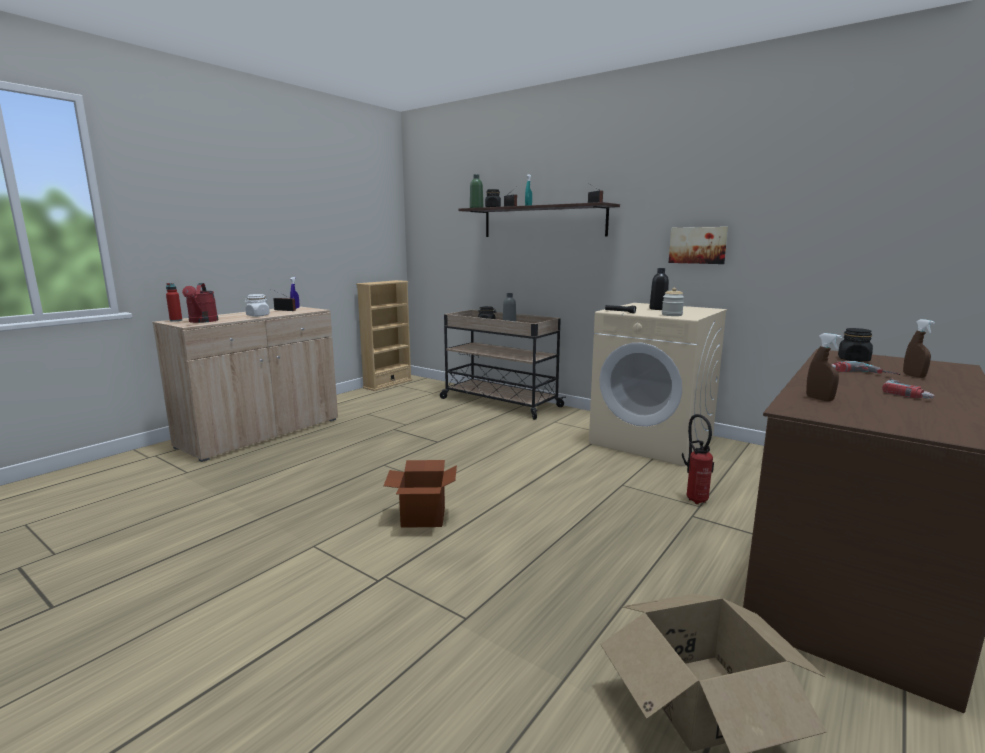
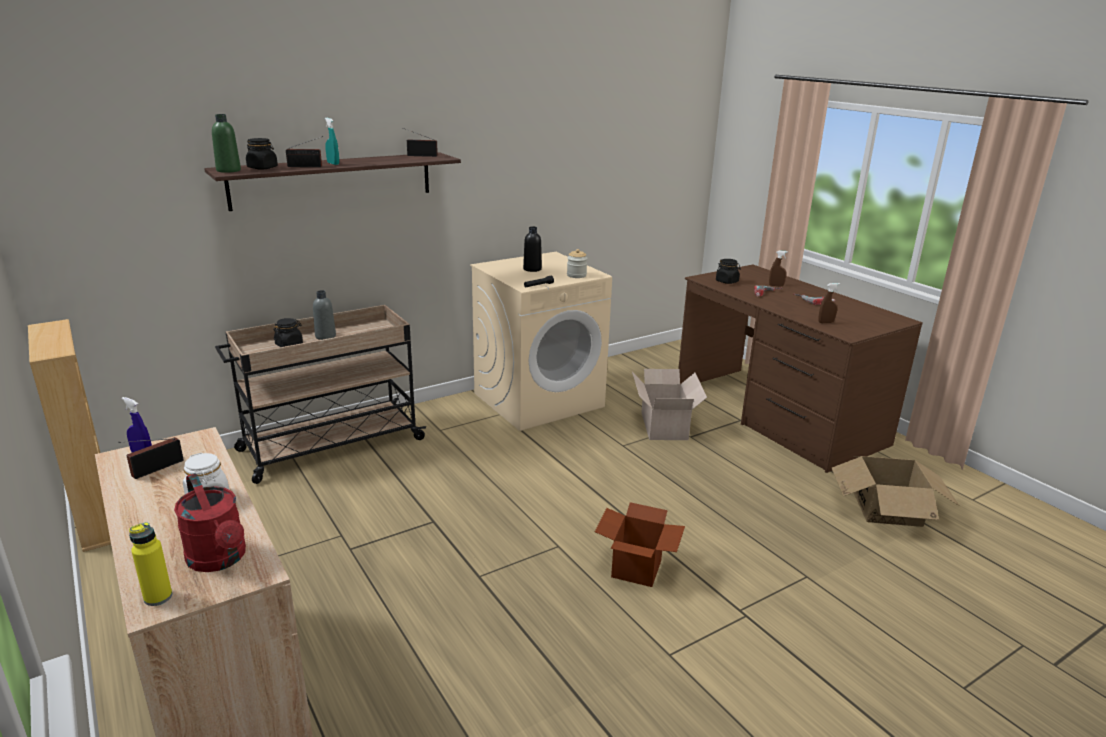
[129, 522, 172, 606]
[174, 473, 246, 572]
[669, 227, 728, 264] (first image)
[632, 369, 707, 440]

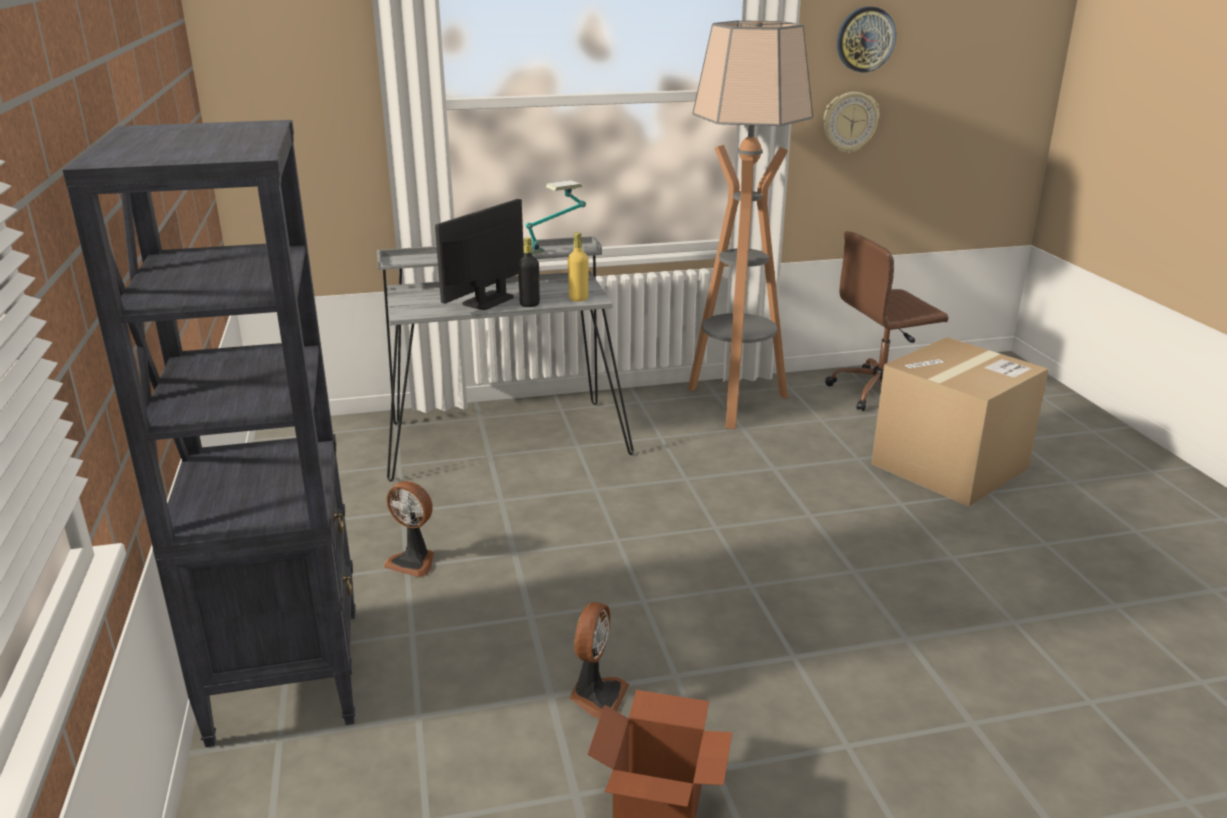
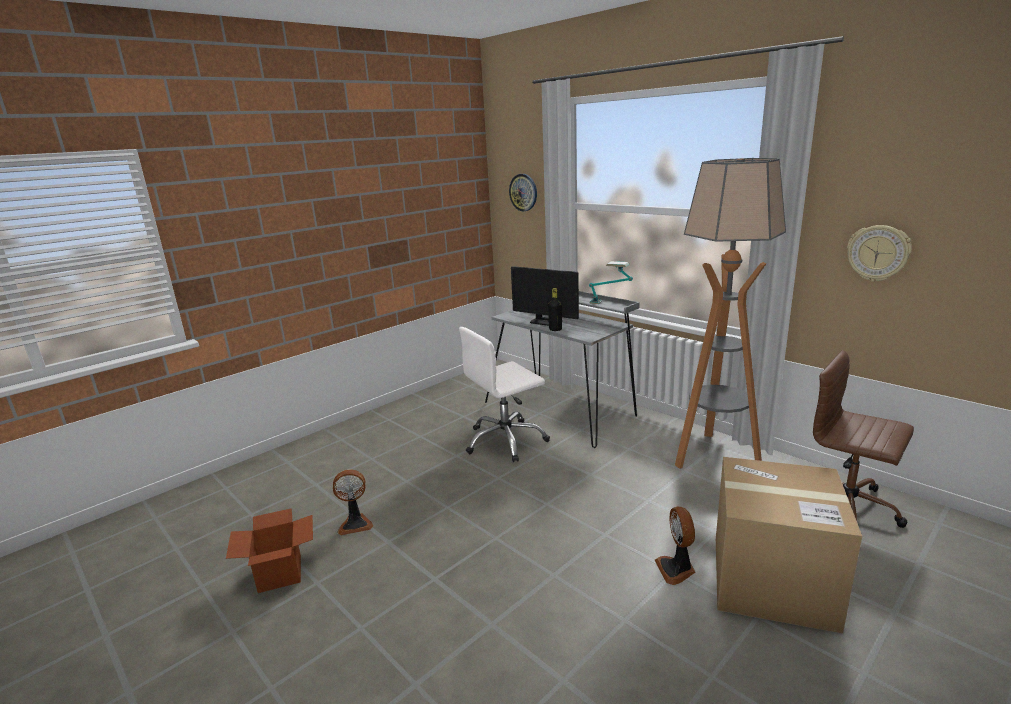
[63, 120, 356, 747] (first image)
[655, 507, 696, 585]
[511, 266, 579, 326]
[568, 233, 588, 302] (first image)
[509, 174, 537, 211]
[459, 327, 550, 462]

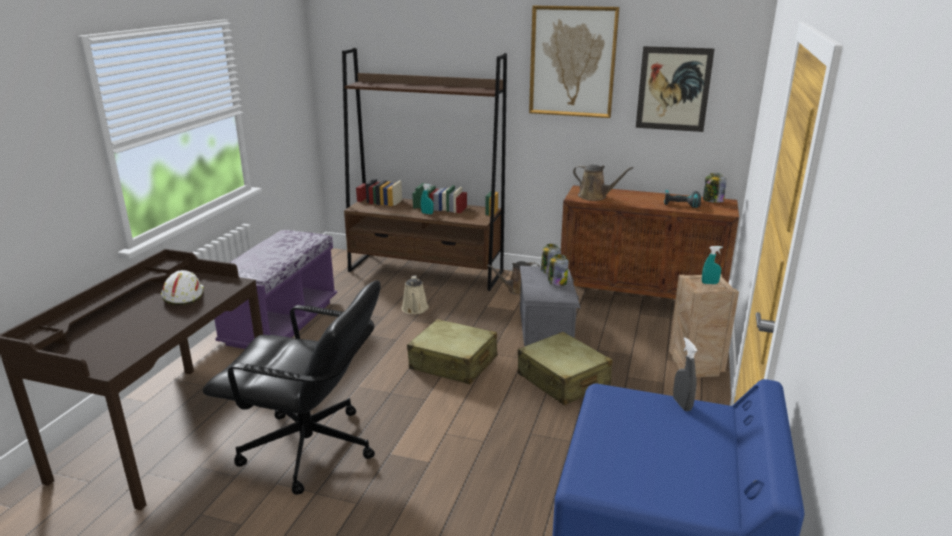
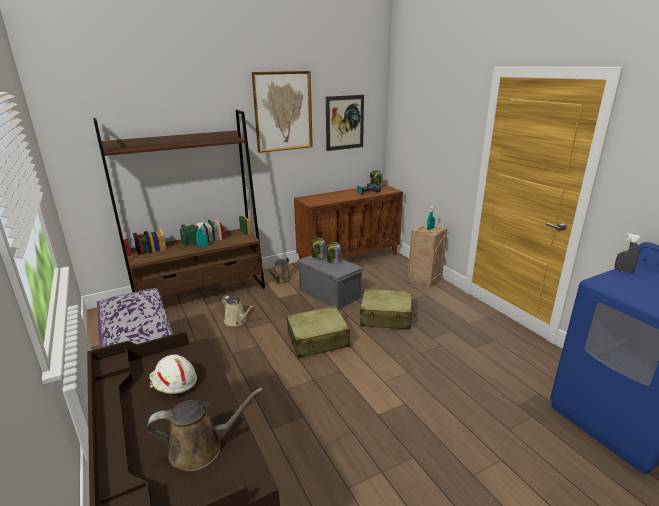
[203, 280, 381, 495] (first image)
[147, 388, 263, 471]

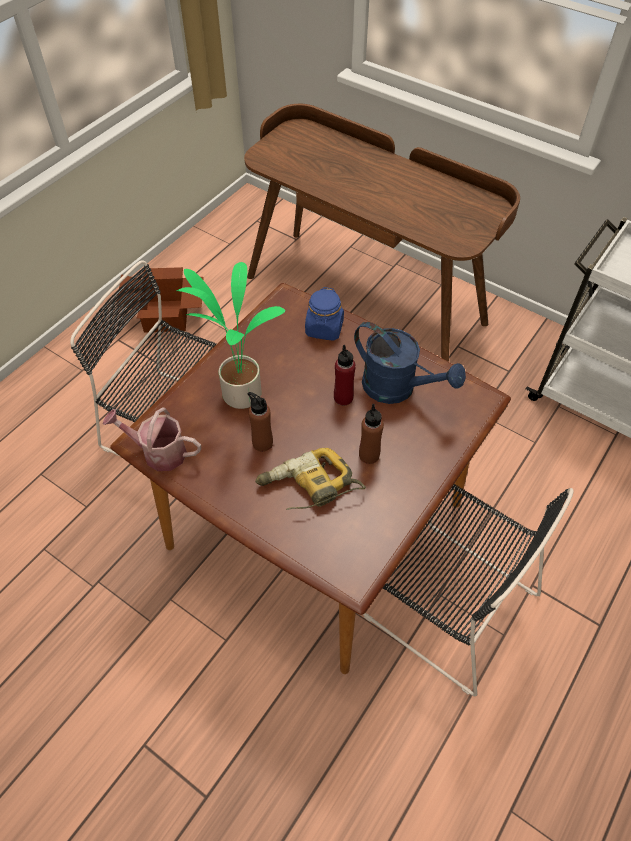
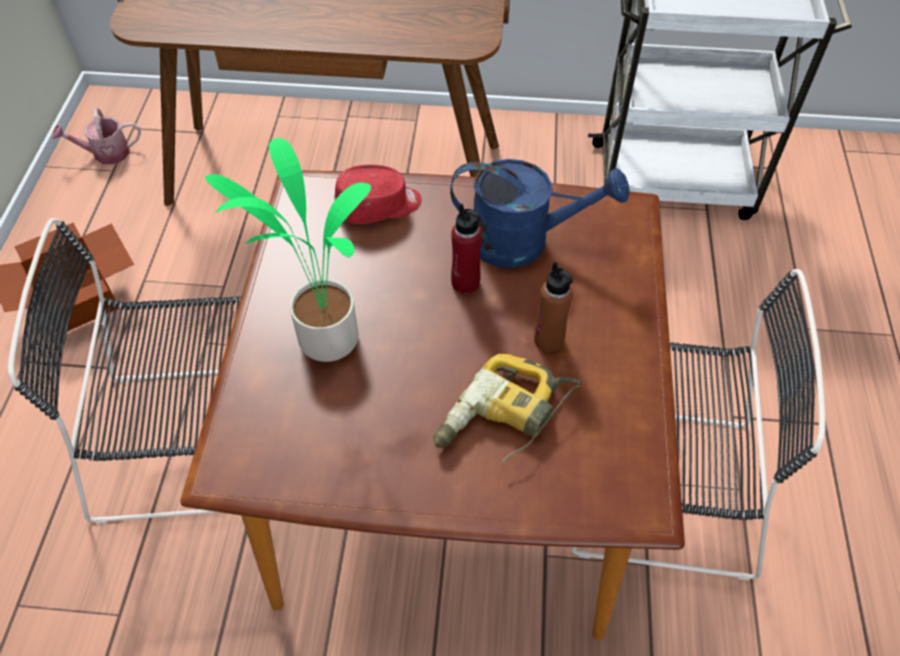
[52, 108, 141, 164]
[248, 392, 273, 452] (first image)
[334, 165, 422, 224]

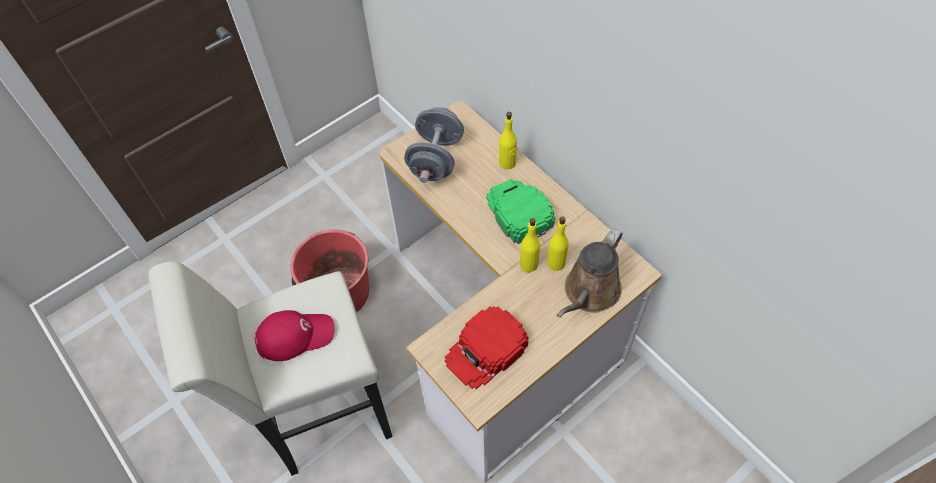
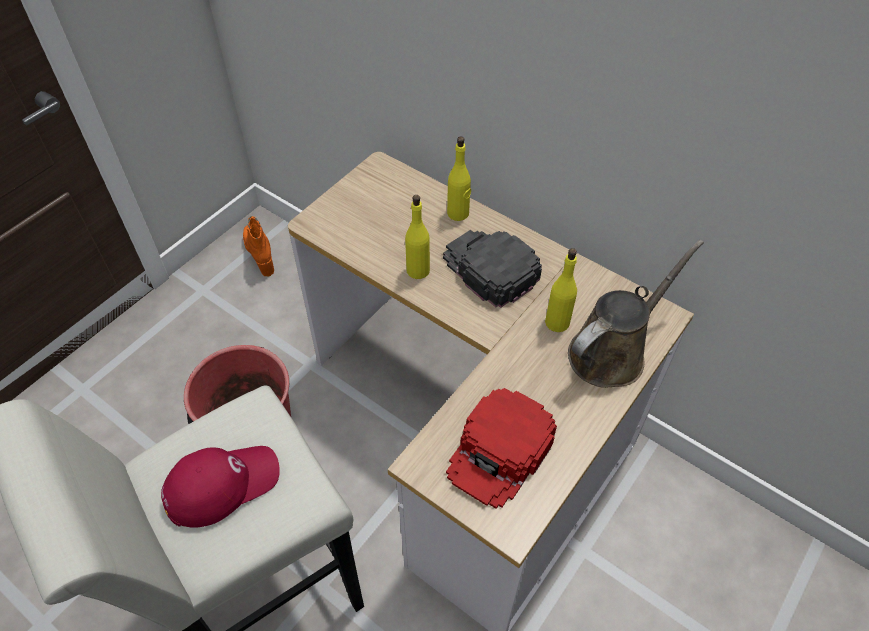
[404, 107, 464, 183] (first image)
[443, 230, 542, 308]
[405, 195, 430, 279]
[568, 240, 704, 388]
[243, 216, 274, 276]

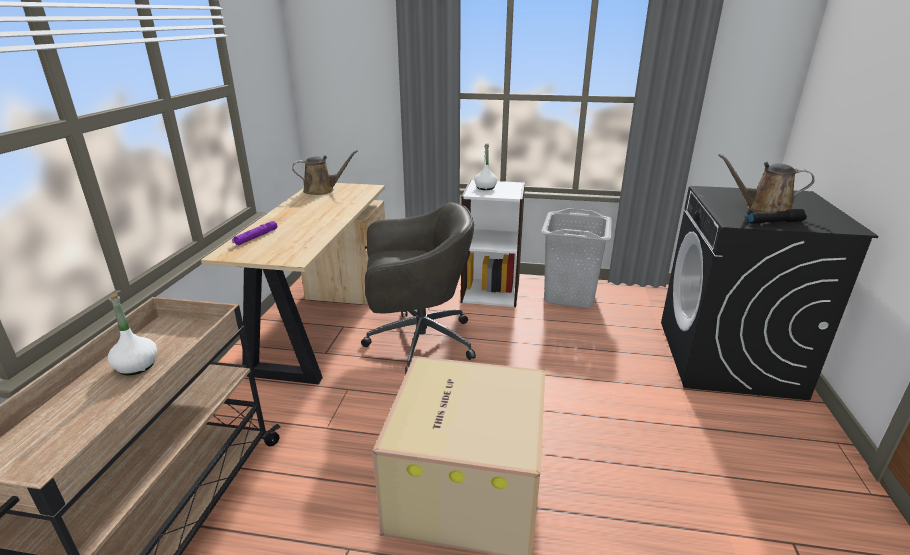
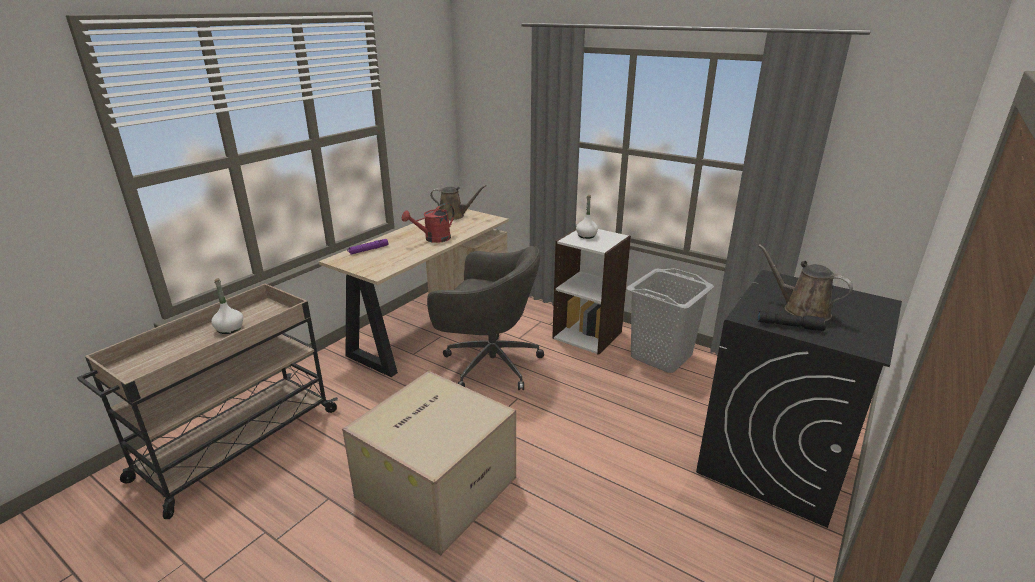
[402, 203, 454, 243]

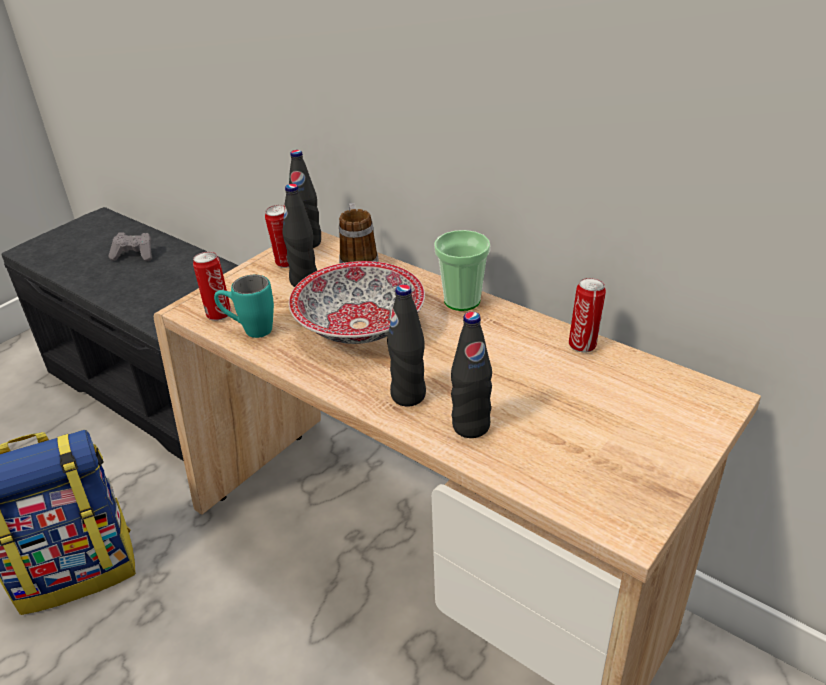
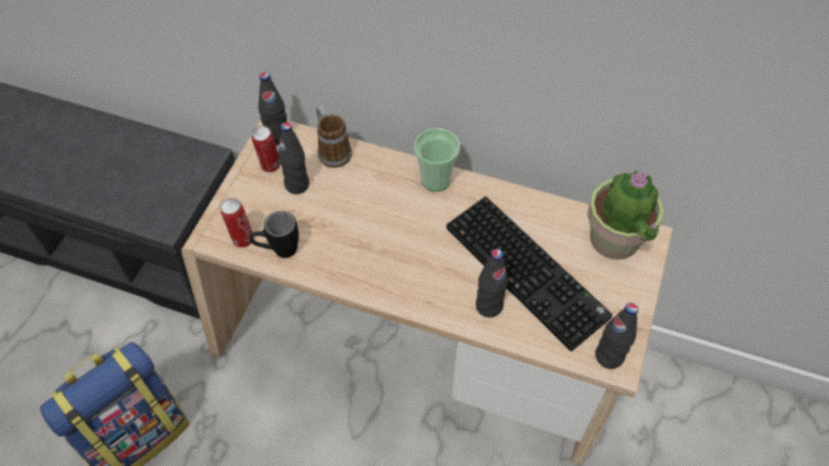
[109, 233, 152, 261] (first image)
[249, 211, 299, 258]
[289, 261, 425, 344] (first image)
[595, 303, 638, 369]
[569, 278, 606, 353] (first image)
[446, 196, 612, 351]
[587, 171, 664, 260]

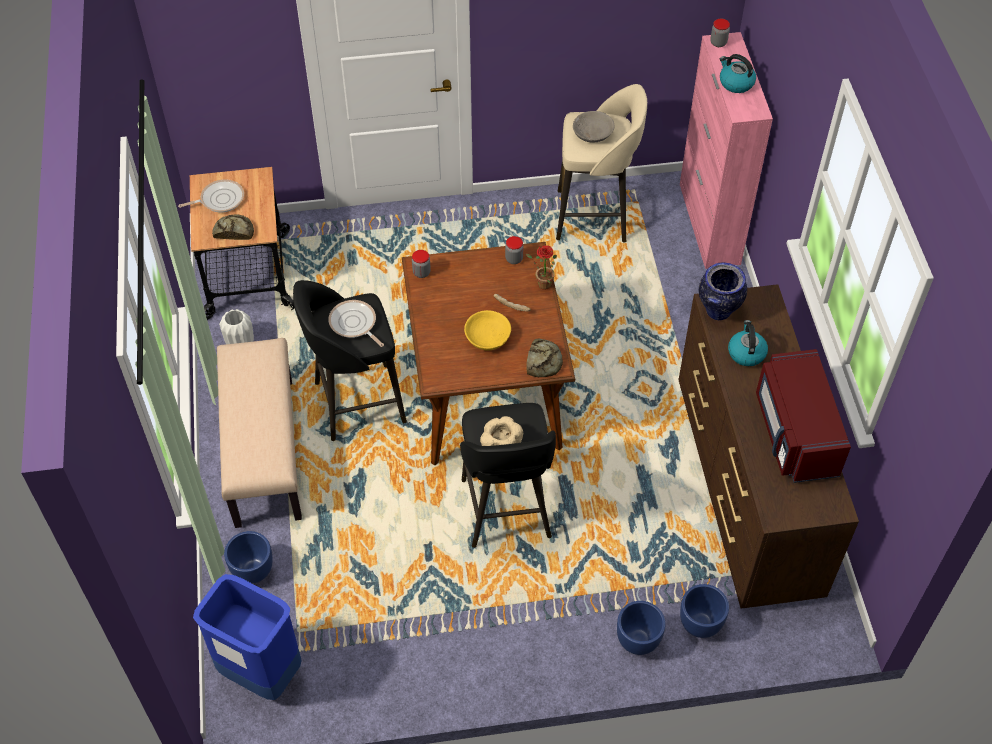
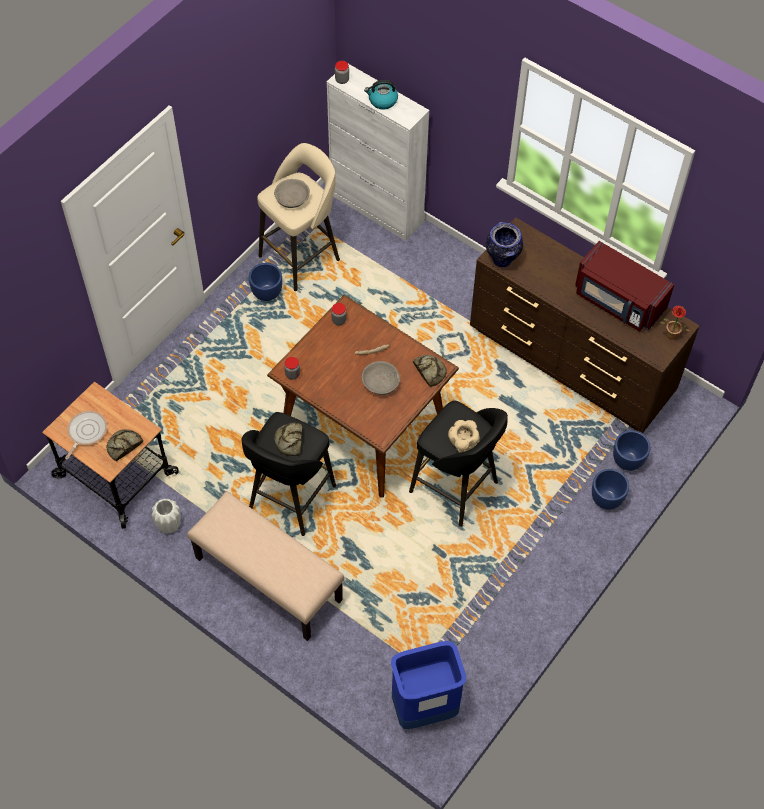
[249, 263, 282, 301]
[274, 423, 302, 456]
[362, 361, 400, 395]
[660, 306, 690, 340]
[327, 64, 429, 241]
[728, 320, 768, 366] (first image)

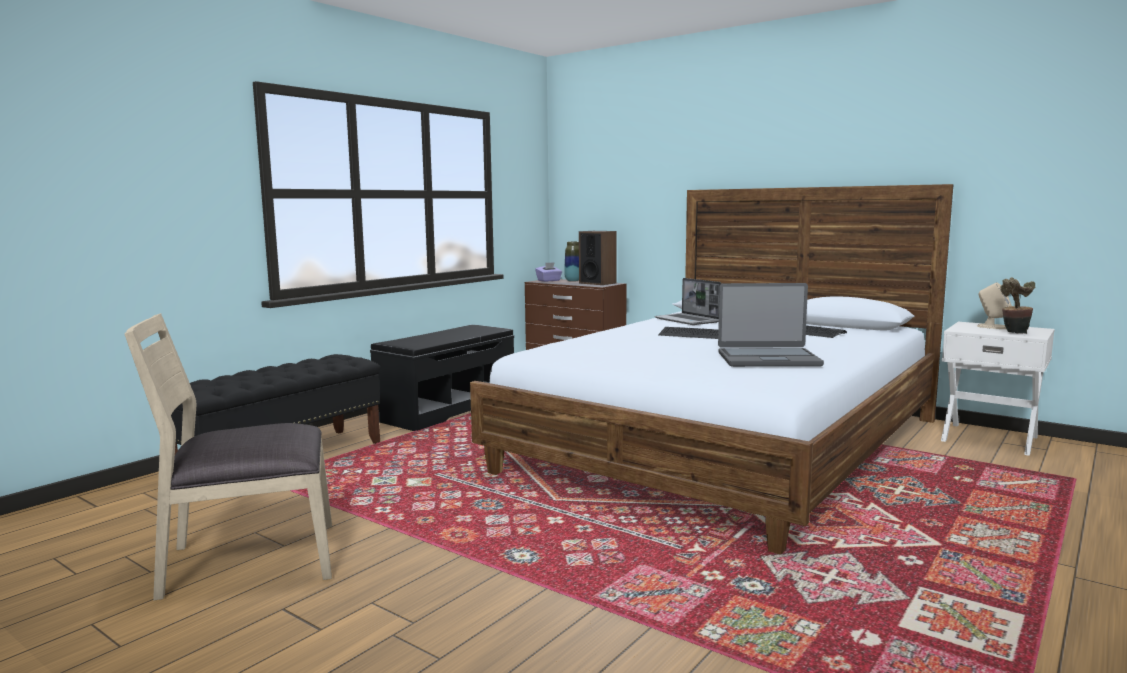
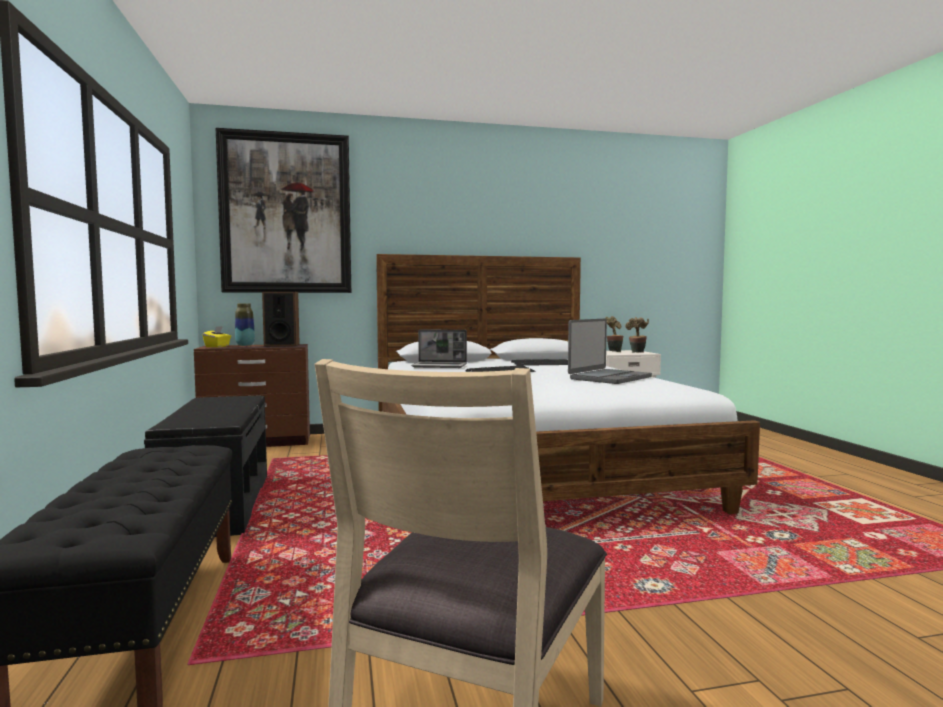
[202, 326, 231, 347]
[605, 316, 623, 352]
[216, 128, 351, 293]

